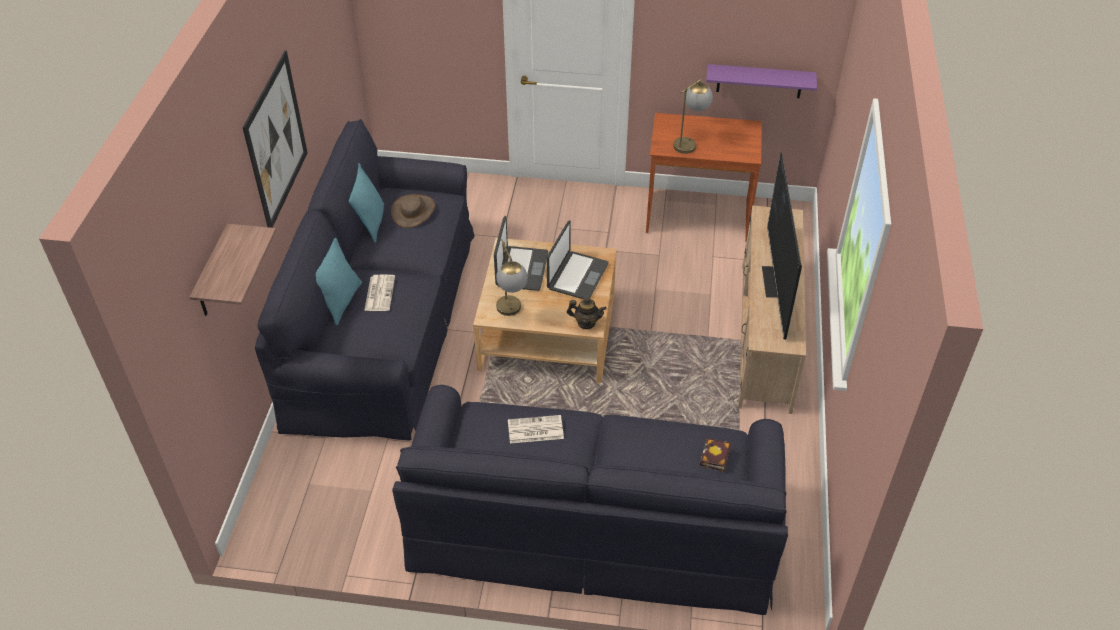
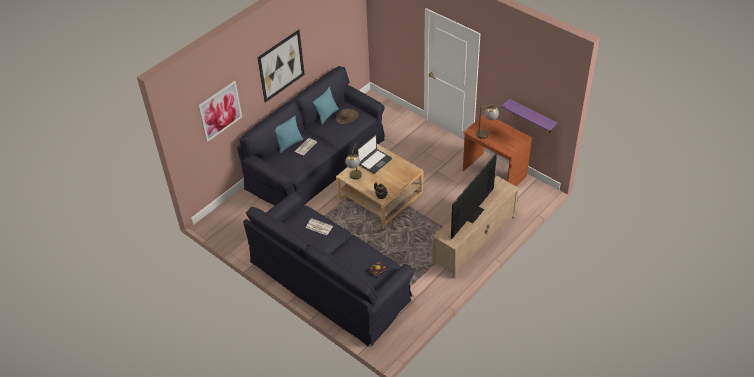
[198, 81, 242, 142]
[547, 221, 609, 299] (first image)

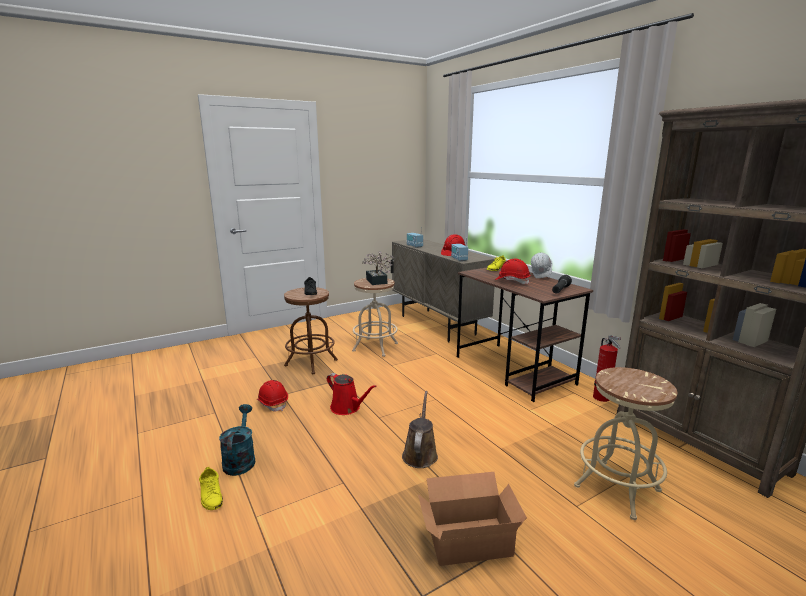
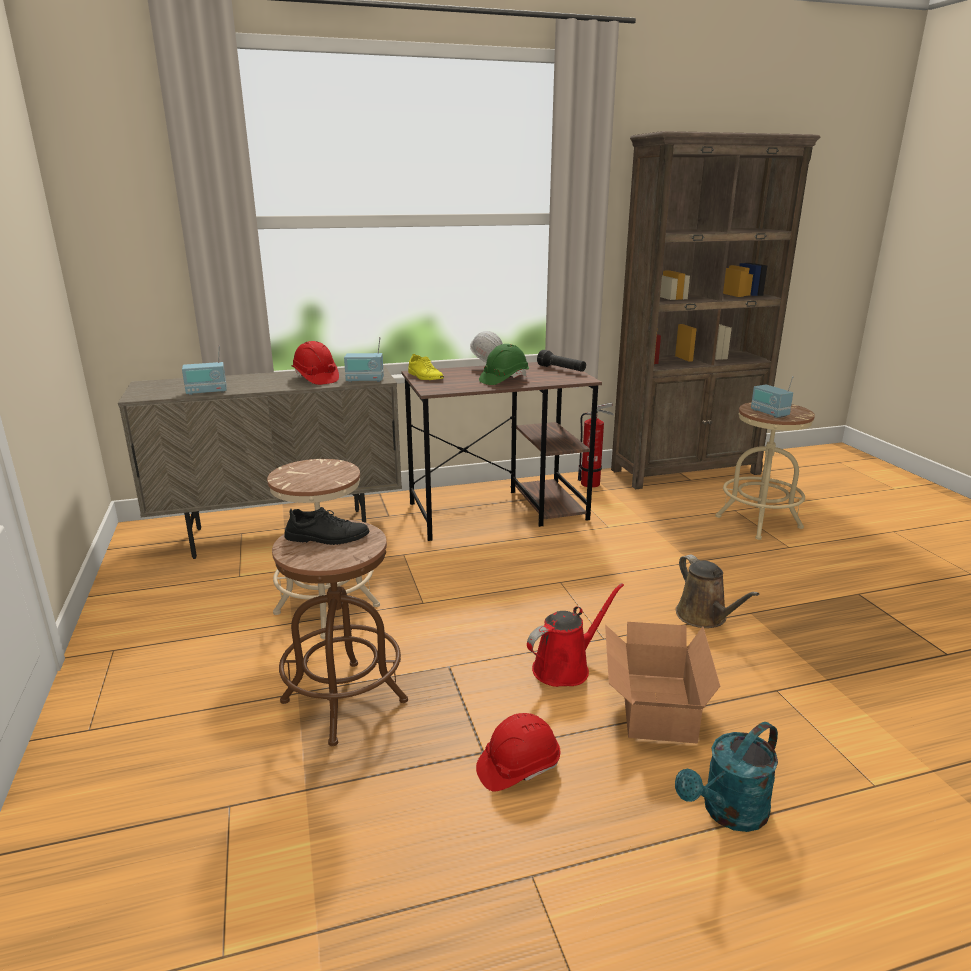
[199, 467, 223, 510] (first image)
[675, 722, 778, 832]
[362, 251, 394, 285] (first image)
[676, 555, 759, 628]
[605, 622, 720, 743]
[479, 344, 529, 385]
[751, 376, 794, 418]

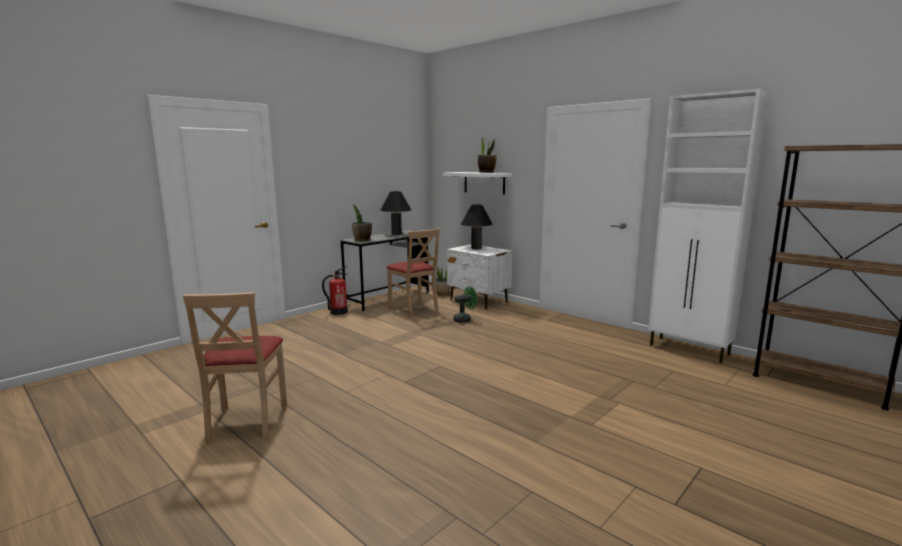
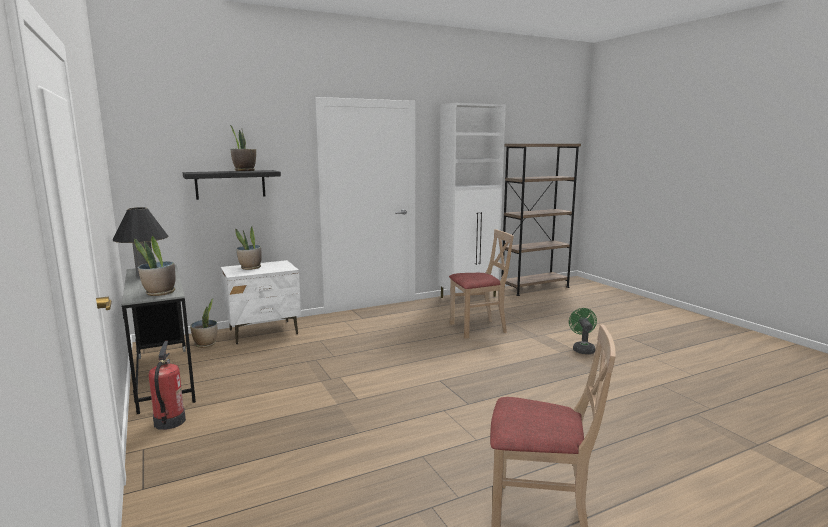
[449, 229, 514, 339]
[183, 170, 281, 200]
[569, 308, 597, 354]
[235, 226, 262, 270]

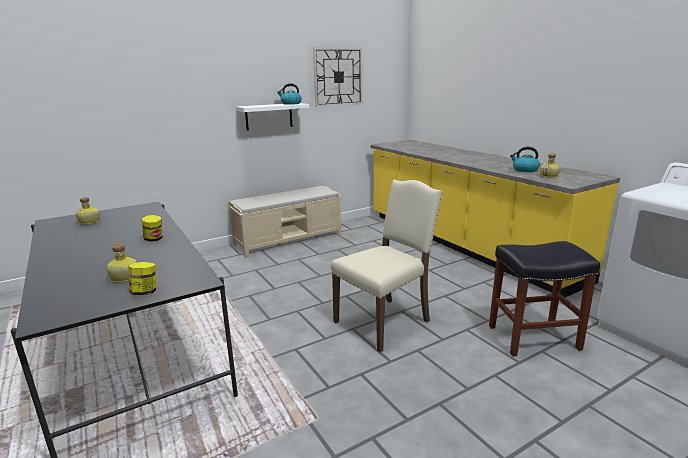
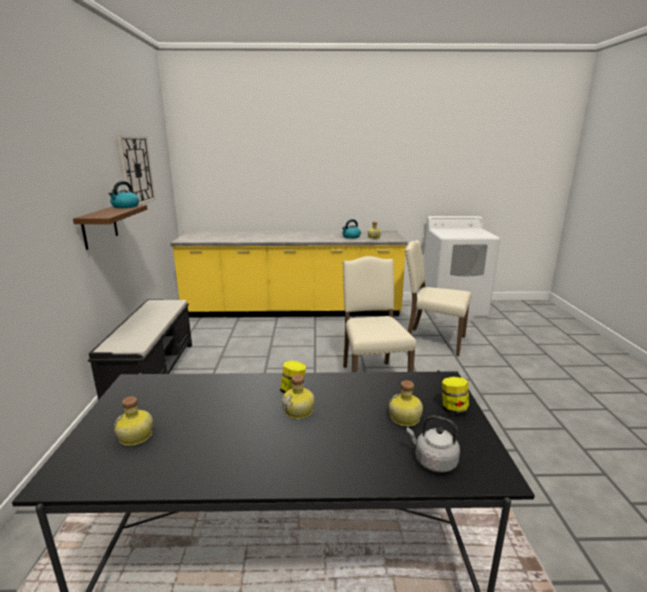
[88, 299, 192, 400]
[73, 205, 147, 250]
[404, 240, 471, 356]
[282, 374, 315, 419]
[407, 415, 460, 472]

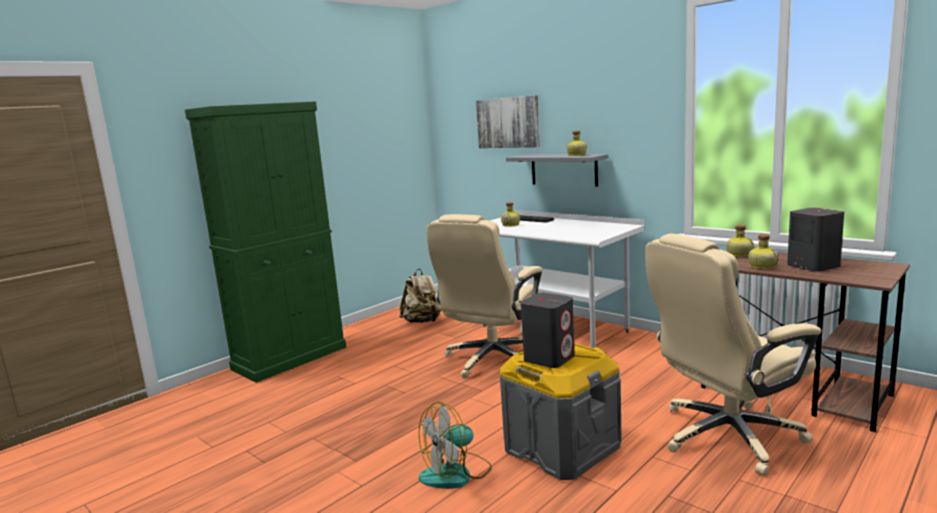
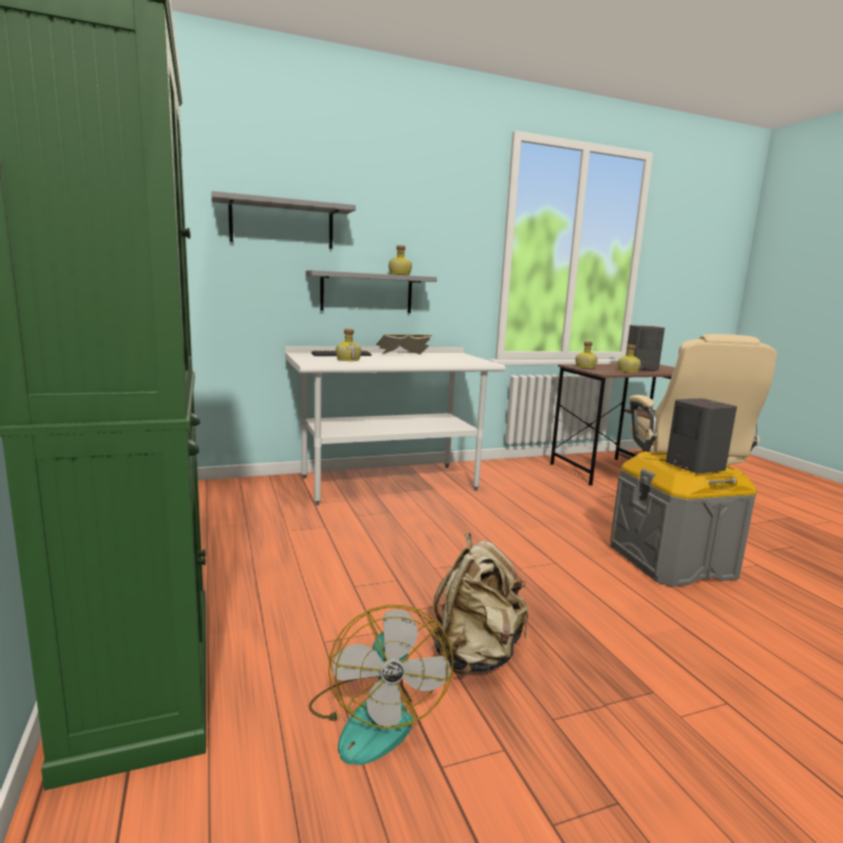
[434, 533, 528, 675]
[309, 605, 453, 765]
[427, 214, 543, 379] (first image)
[211, 191, 356, 249]
[376, 334, 432, 355]

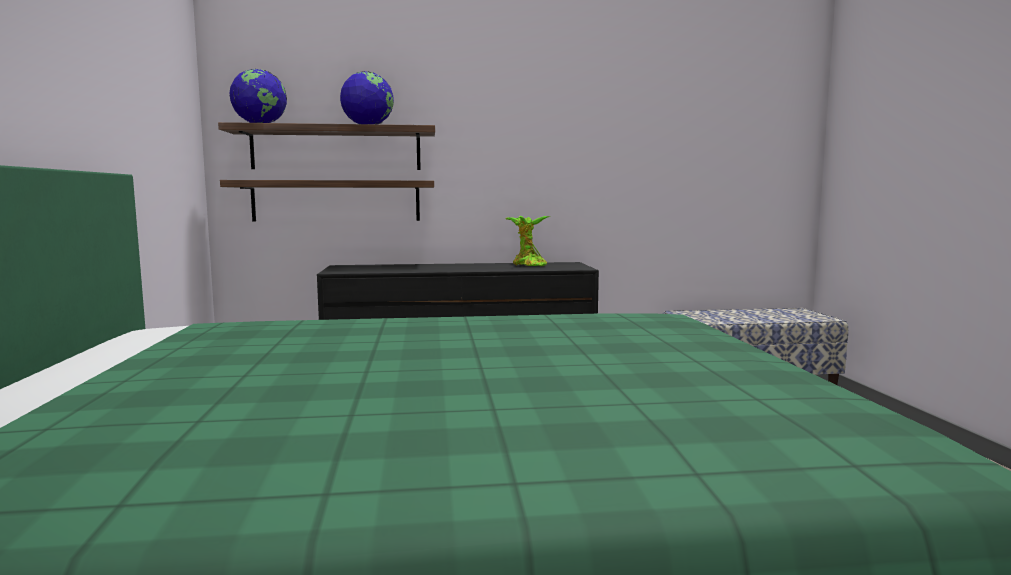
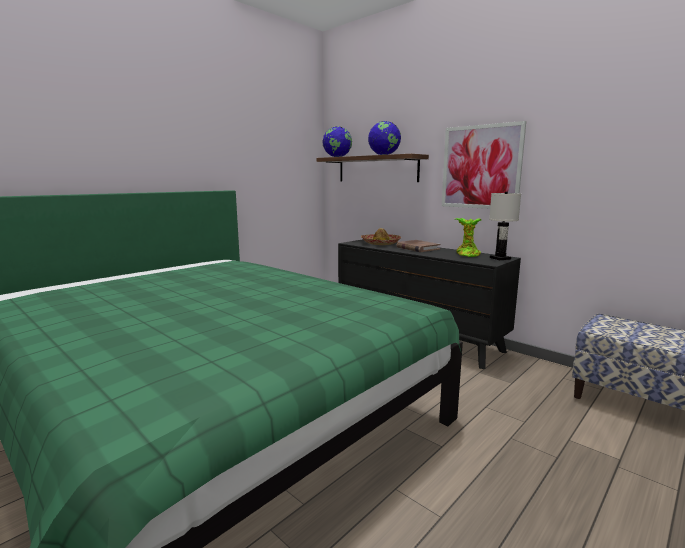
[220, 180, 434, 222] (first image)
[361, 228, 401, 245]
[397, 240, 441, 252]
[442, 121, 526, 209]
[489, 192, 521, 260]

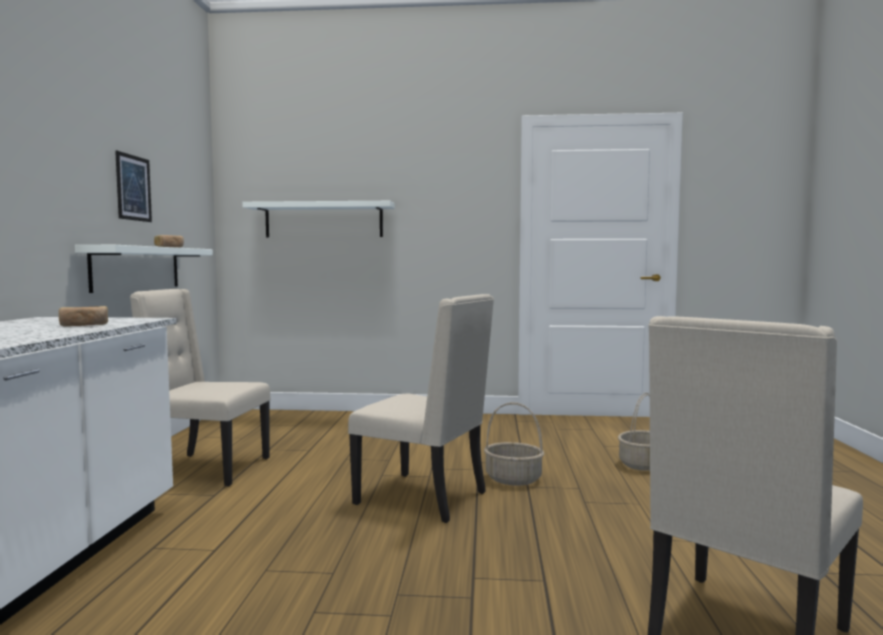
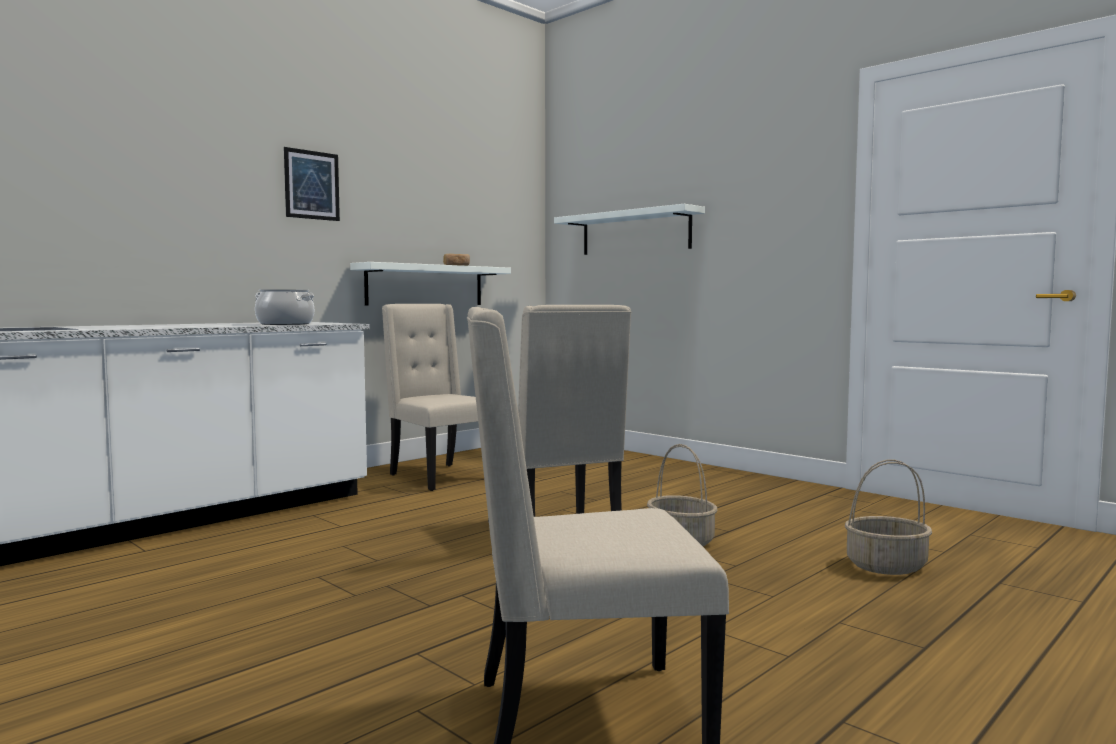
[255, 289, 314, 325]
[284, 147, 340, 221]

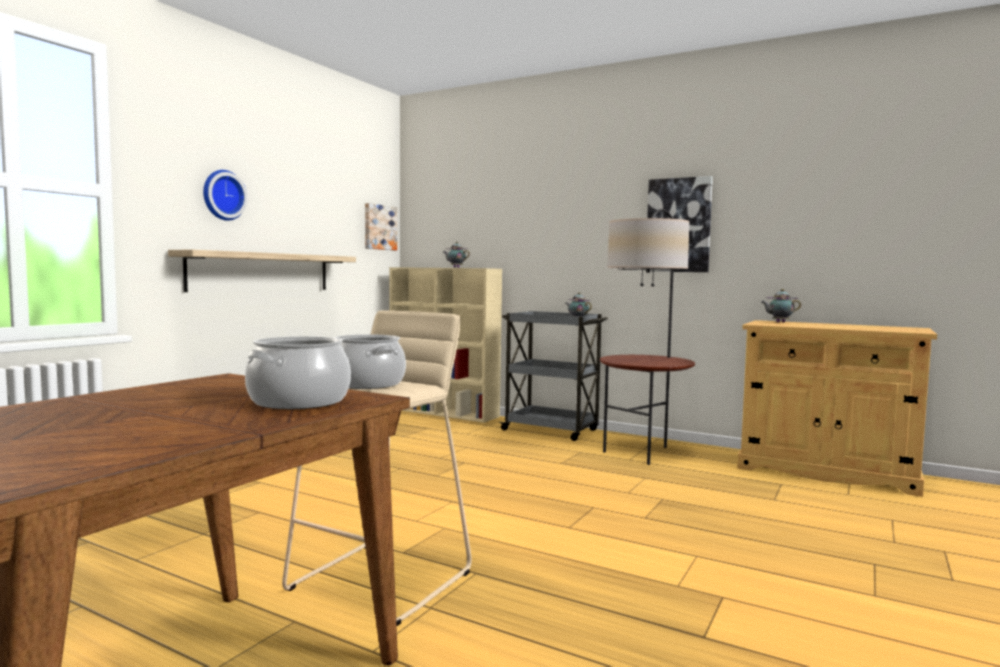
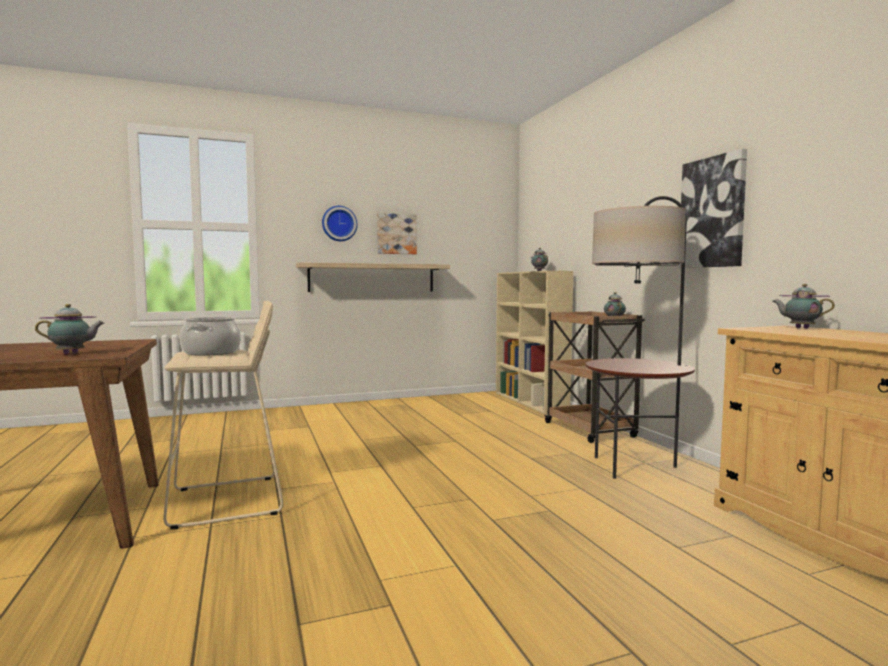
[35, 304, 105, 354]
[377, 213, 417, 254]
[545, 311, 645, 443]

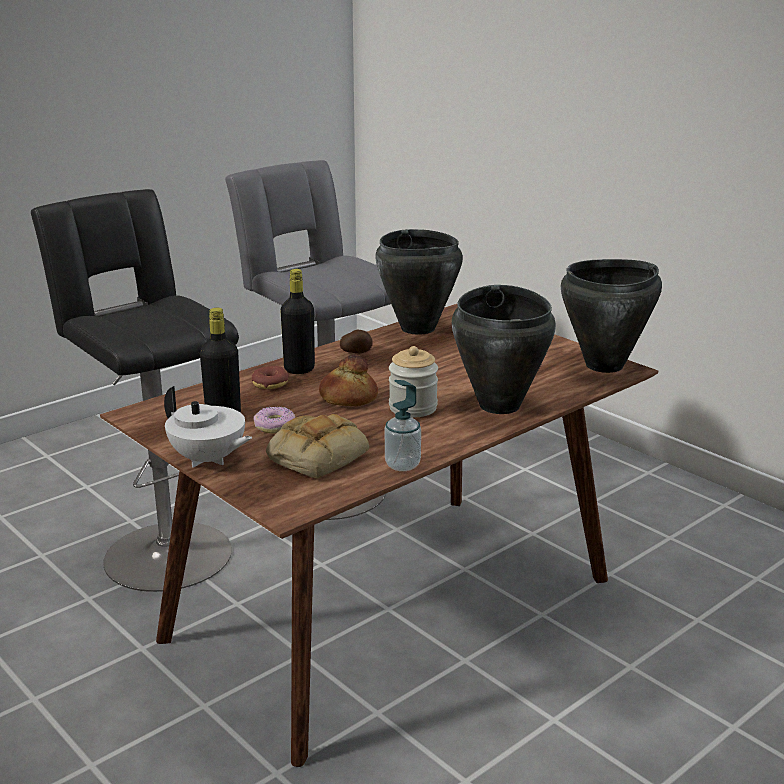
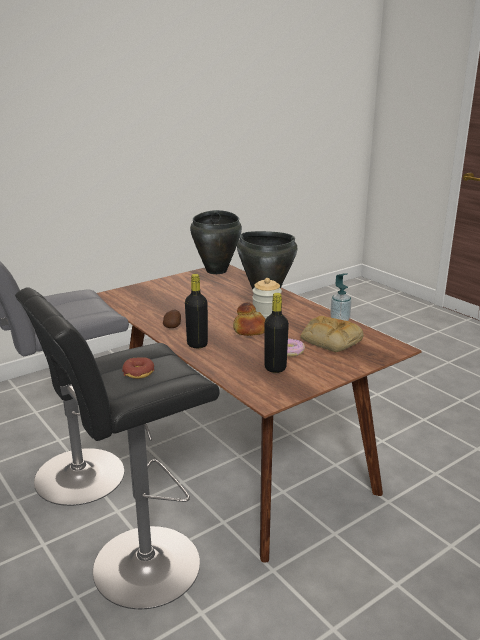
[164, 386, 252, 468] (first image)
[122, 358, 154, 379]
[375, 229, 463, 335] (first image)

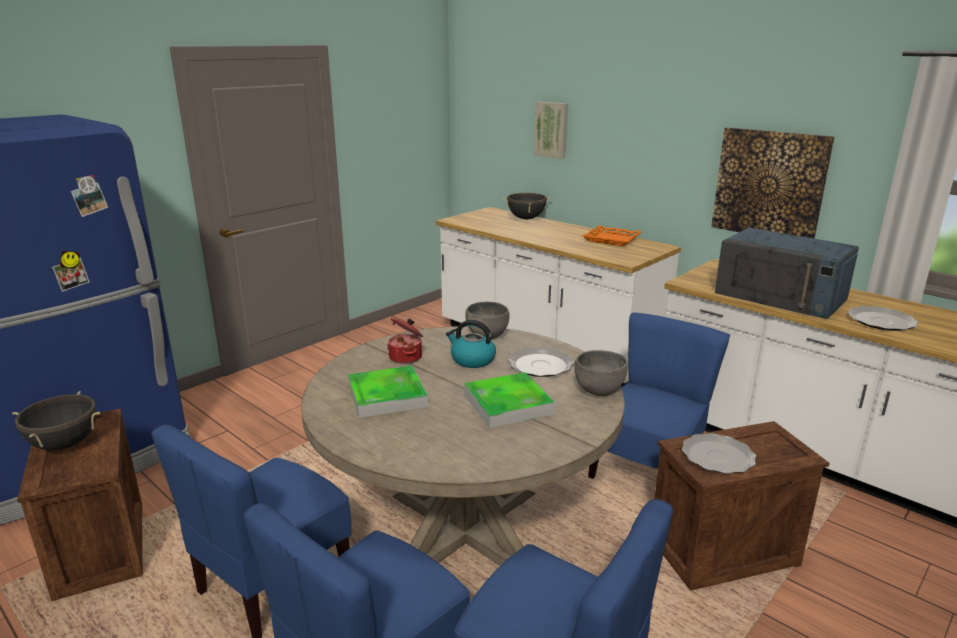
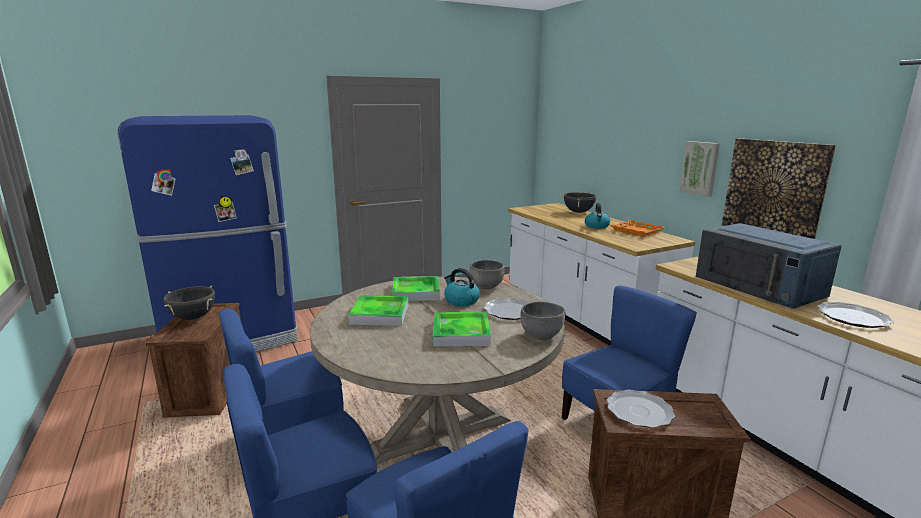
[392, 276, 440, 301]
[679, 141, 720, 197]
[585, 203, 610, 229]

